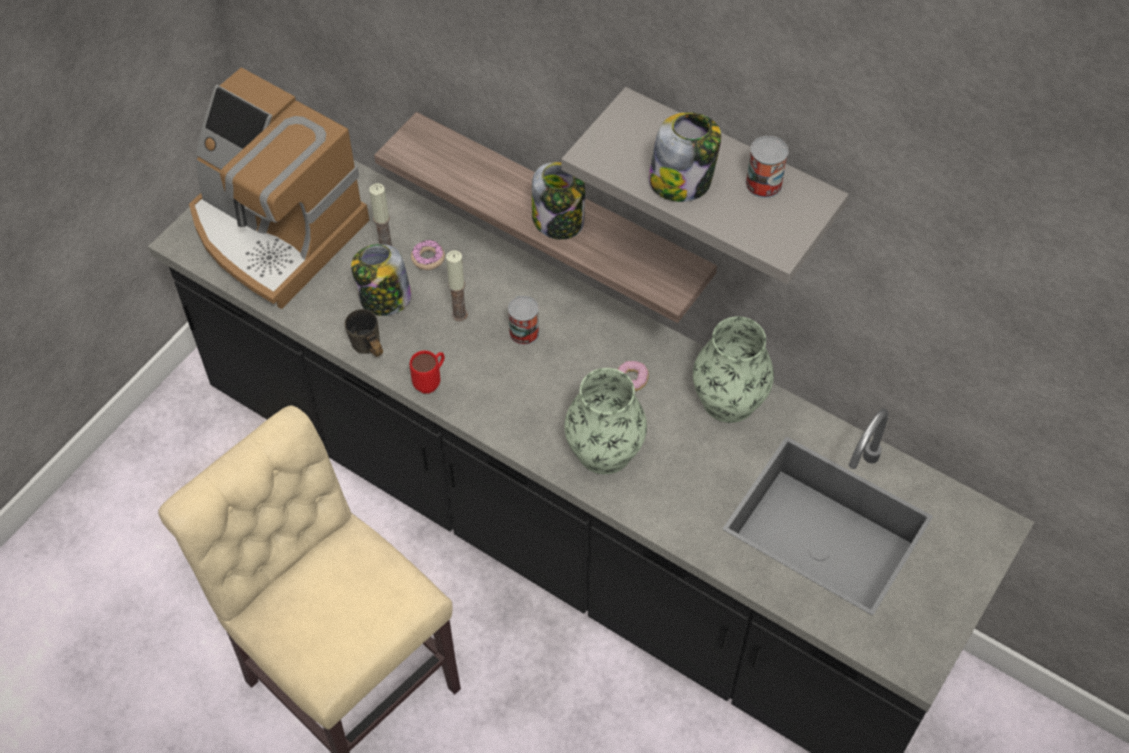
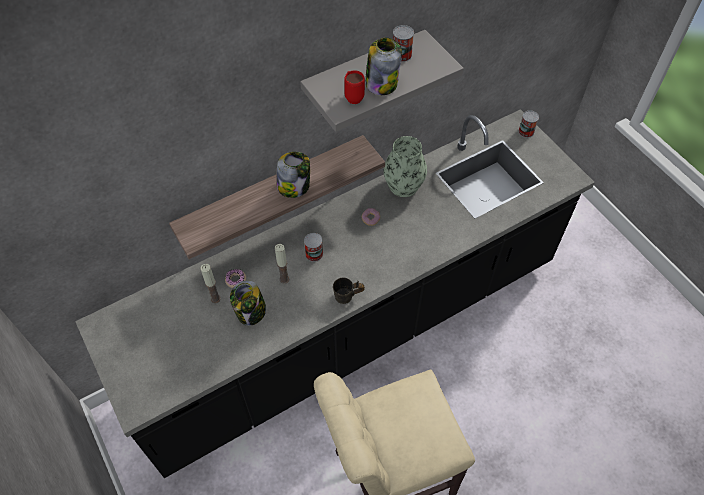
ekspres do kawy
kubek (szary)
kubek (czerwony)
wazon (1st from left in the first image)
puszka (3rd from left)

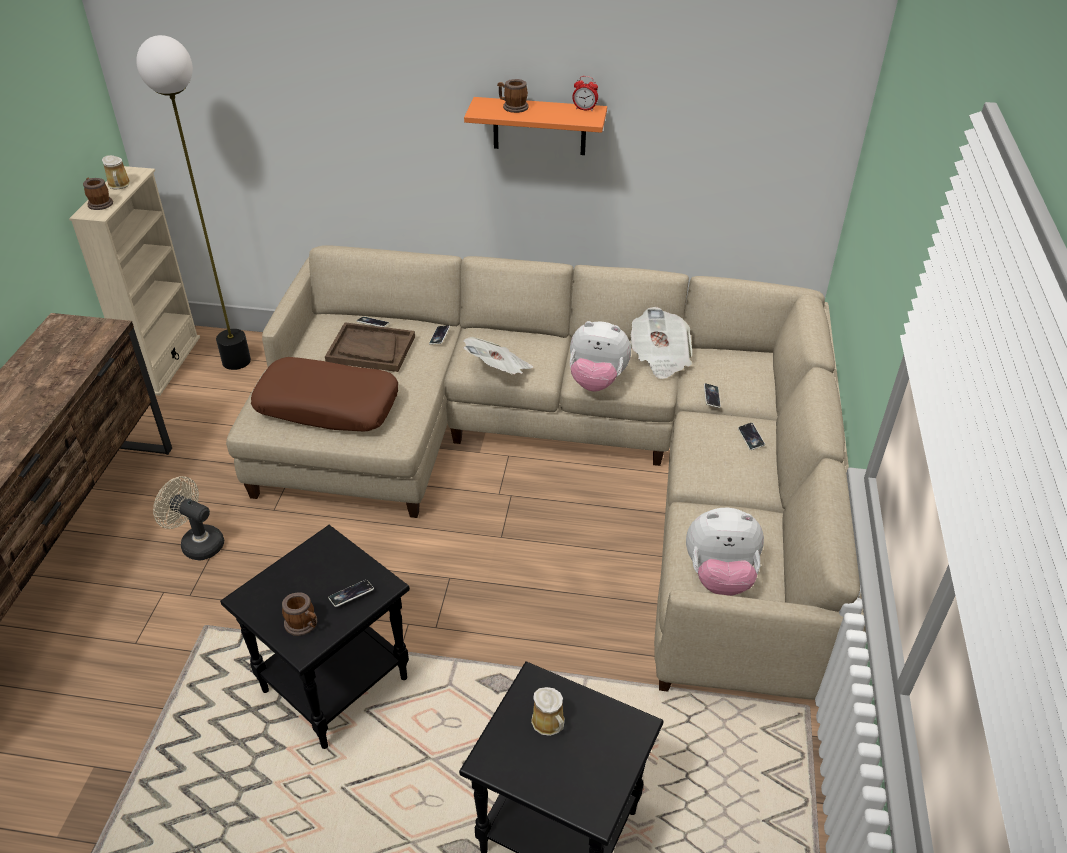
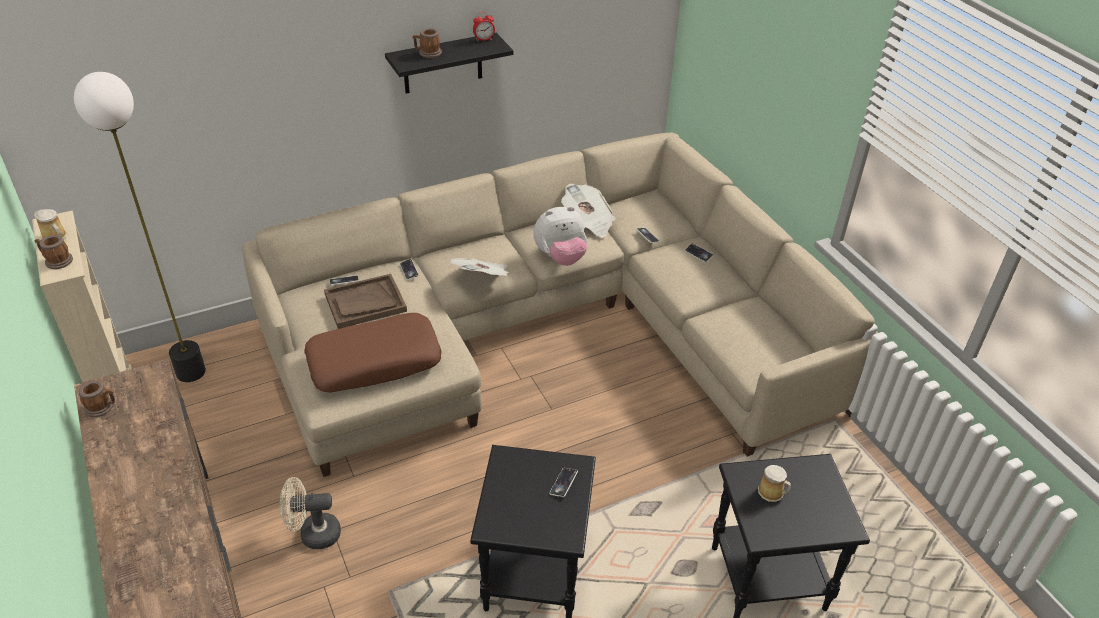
kubek (3rd from left)
półka (czarny)
pluszak (2nd from left in the first image)

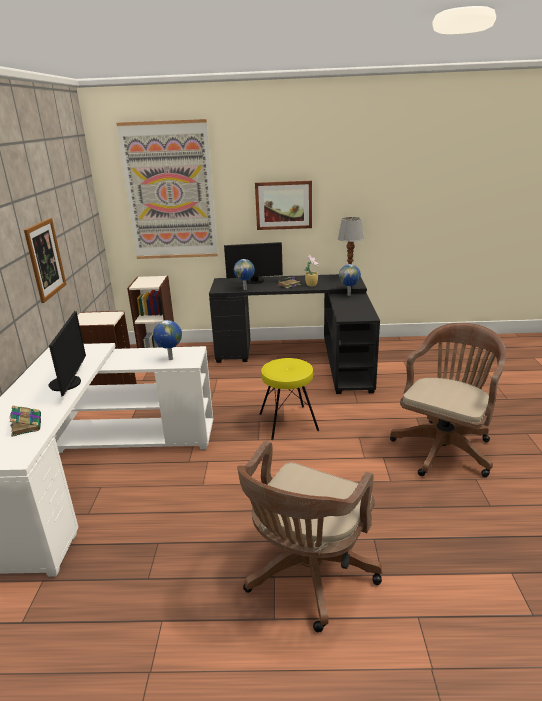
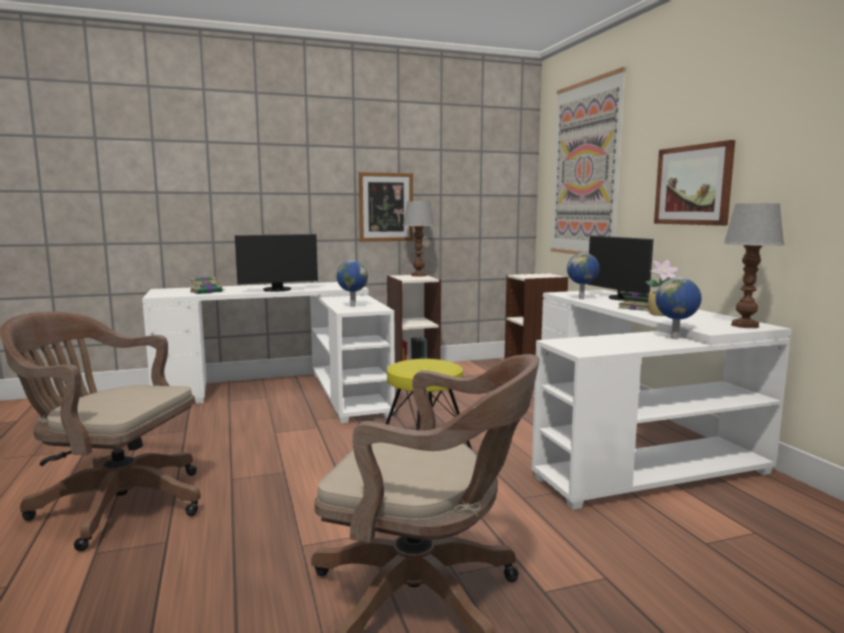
biurko (biały) (2nd from left)
lampa stołowa (1st from left)

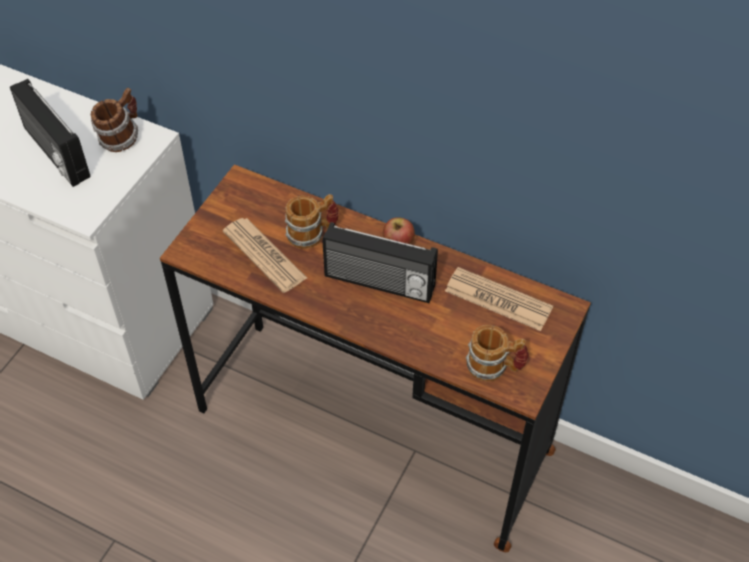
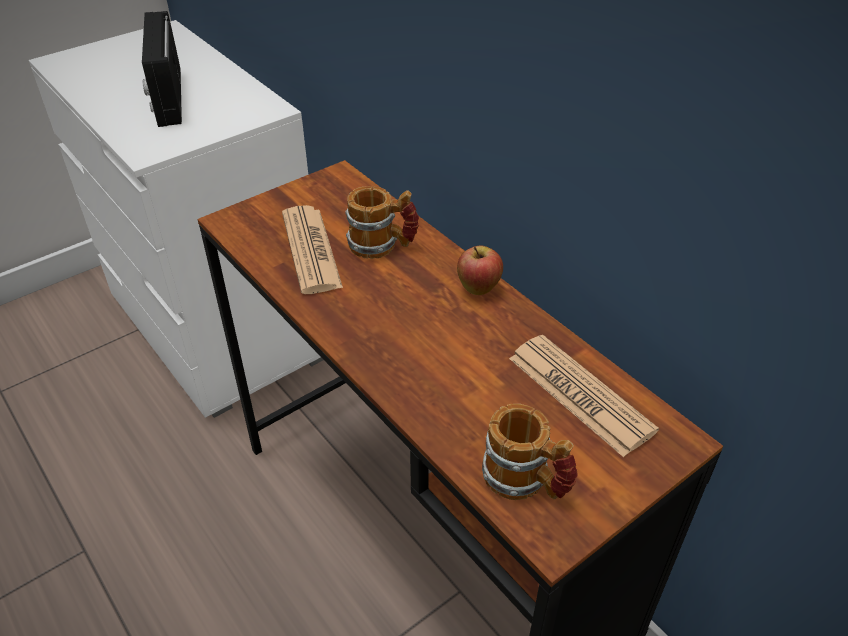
kubek (1st from left in the first image)
radio (2nd from left in the first image)

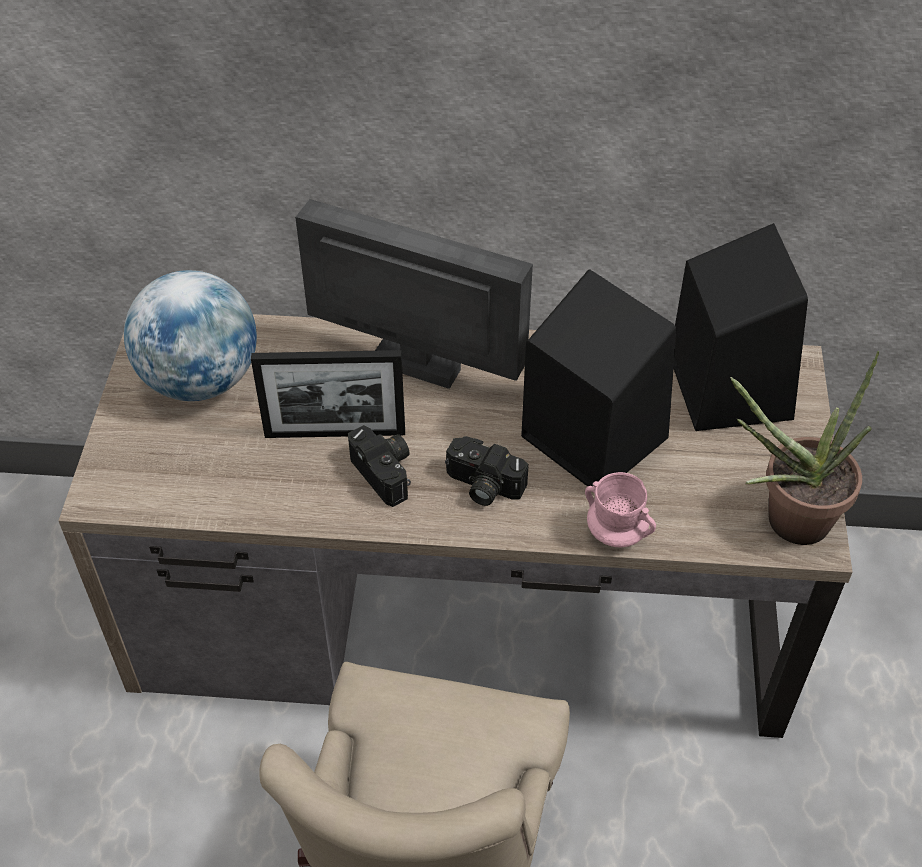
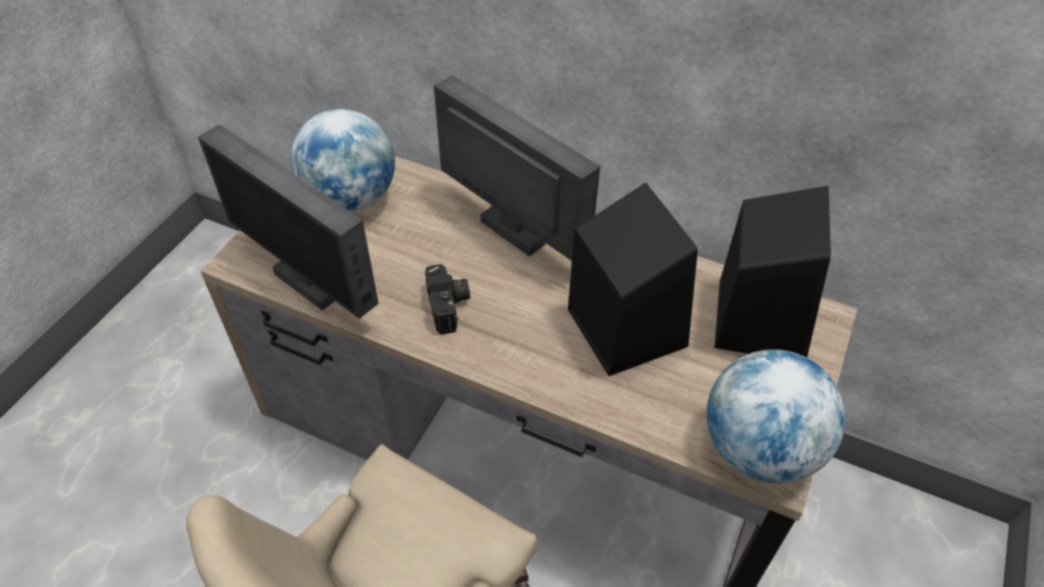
ramka na zdjęcie
aparat fotograficzny (2nd from left in the first image)
kubek (różowy)
globus (2nd from left)
monitor (1st from left)

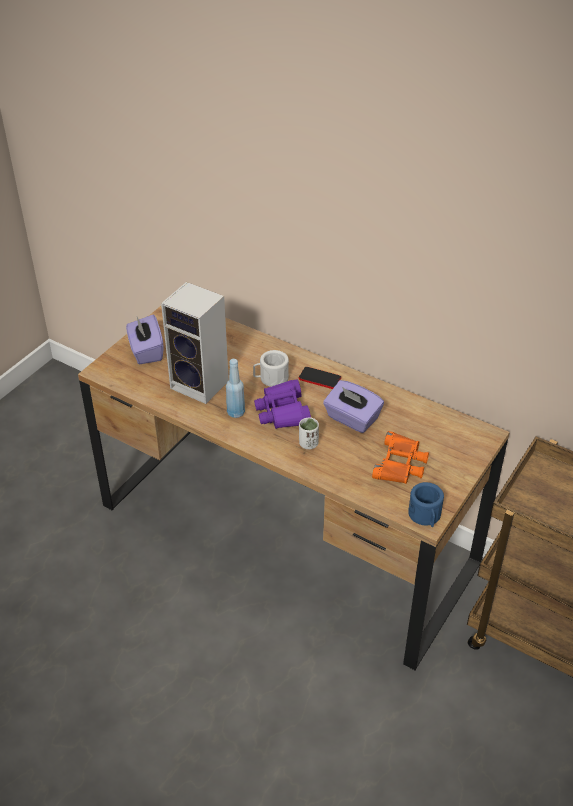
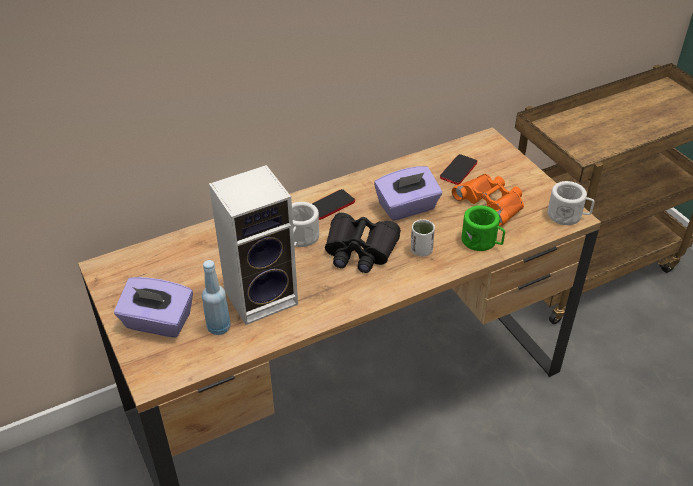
butelka (niebieski)
lornetka (czarny)
kubek (biały) (2nd from left)
telefon (2nd from left)
kubek (zielony)

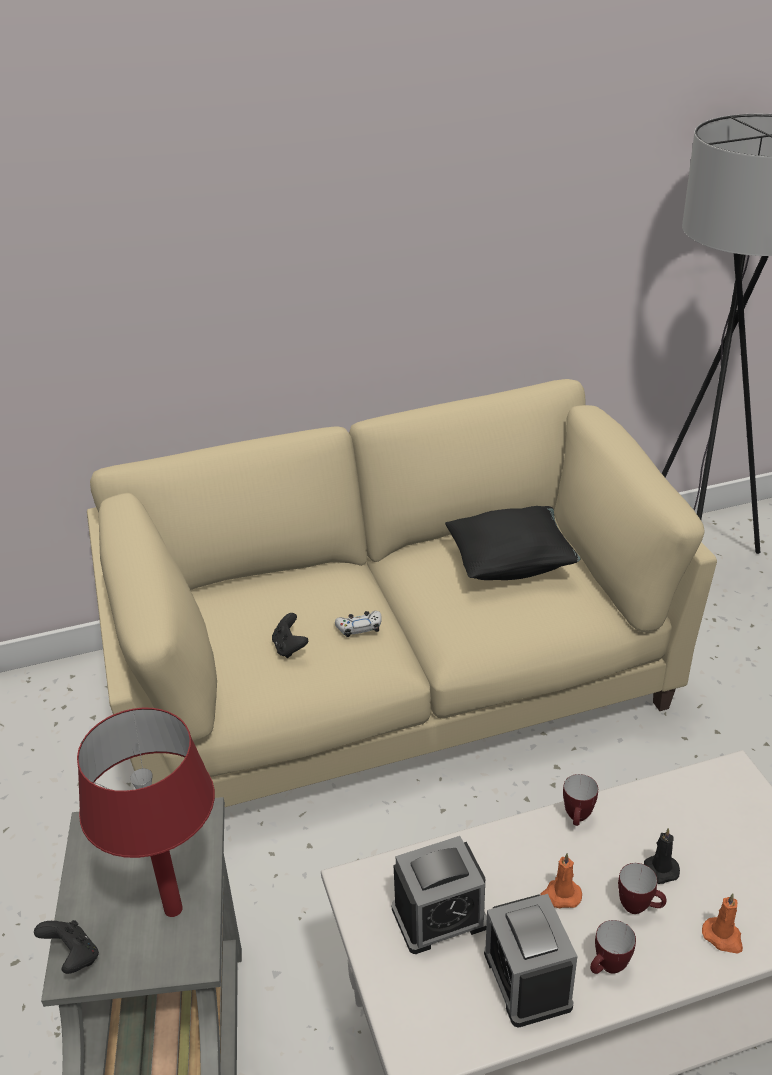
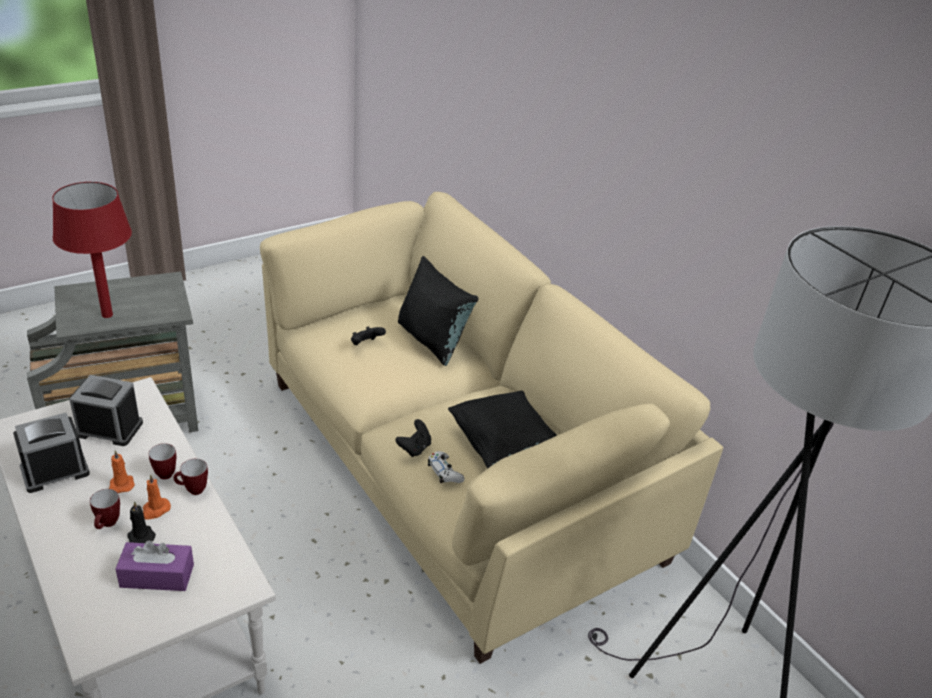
pad do gier (czarny) (2nd from left)
pad do gier (biały)
budzik (2nd from left)
kubek (2nd from left)
świeca (pomarańczowy) (2nd from left)
pudełko chusteczek (fioletowy)
poduszka (czarny) (1st from left)

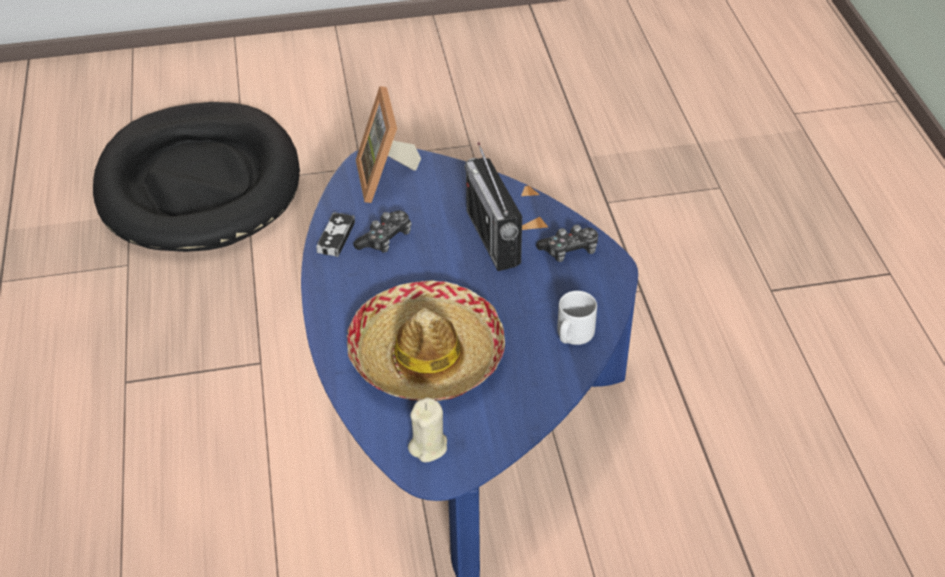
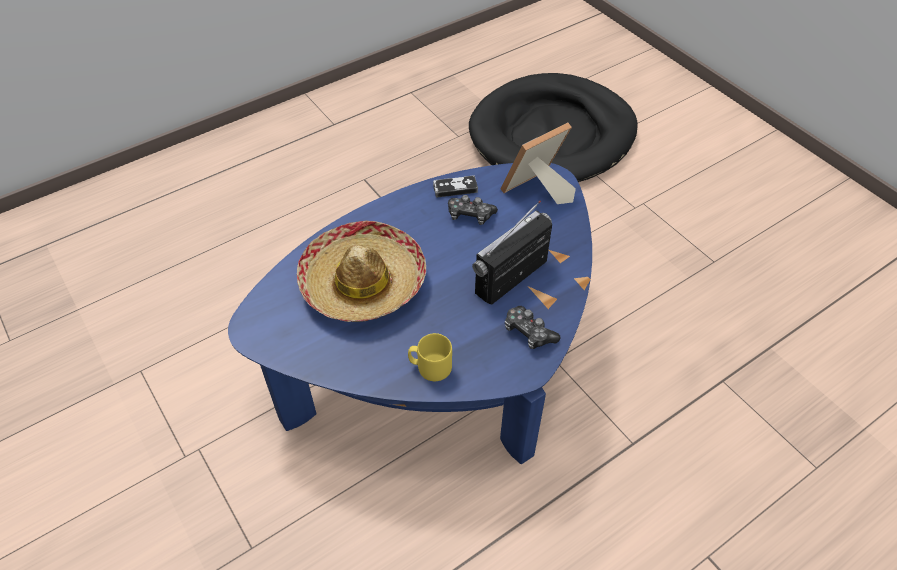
świeca (beżowy)
kubek (żółty)

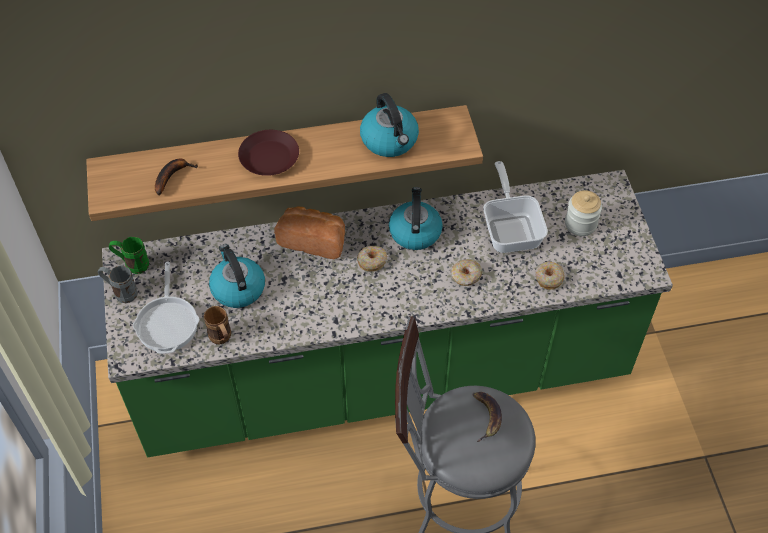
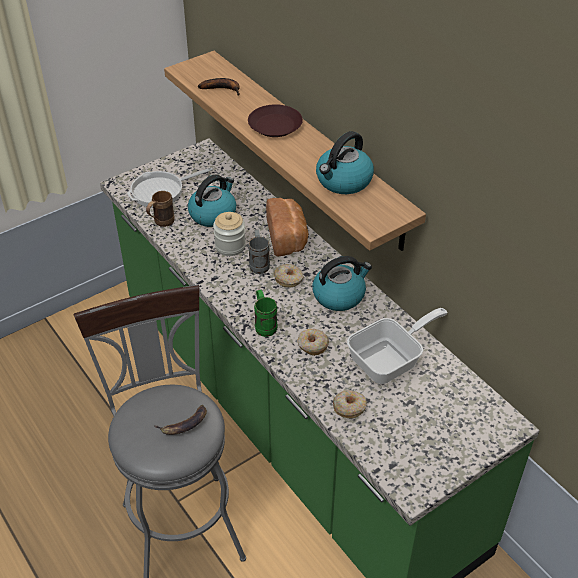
kubek (szary)
kubek (zielony)
słoik

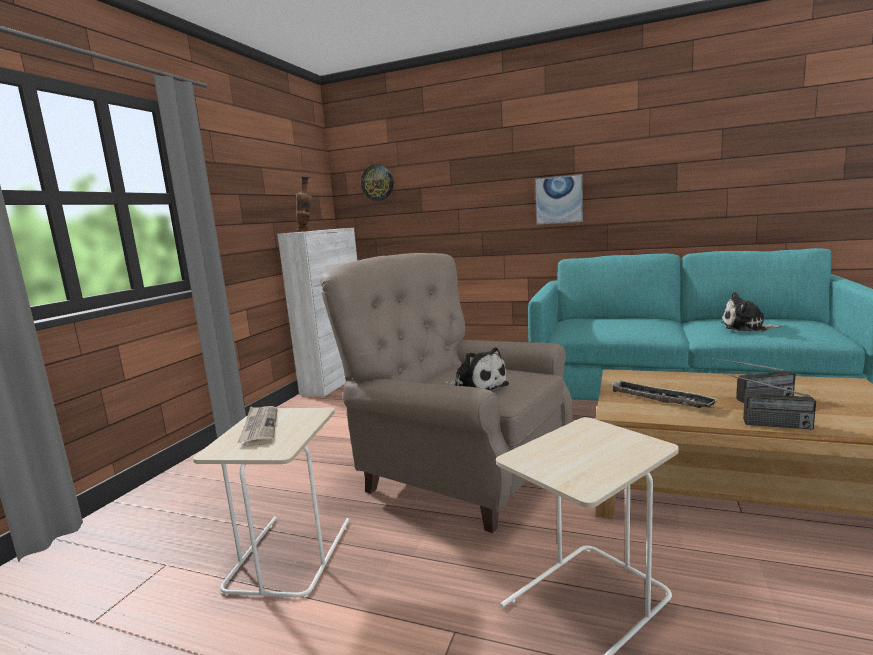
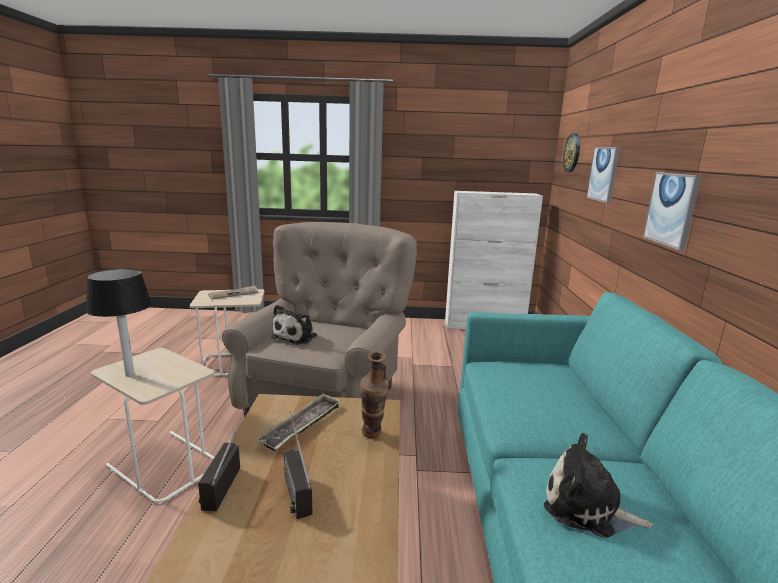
wazon
pluszak (2nd from left)
lampa stołowa
obraz (1st from left)

